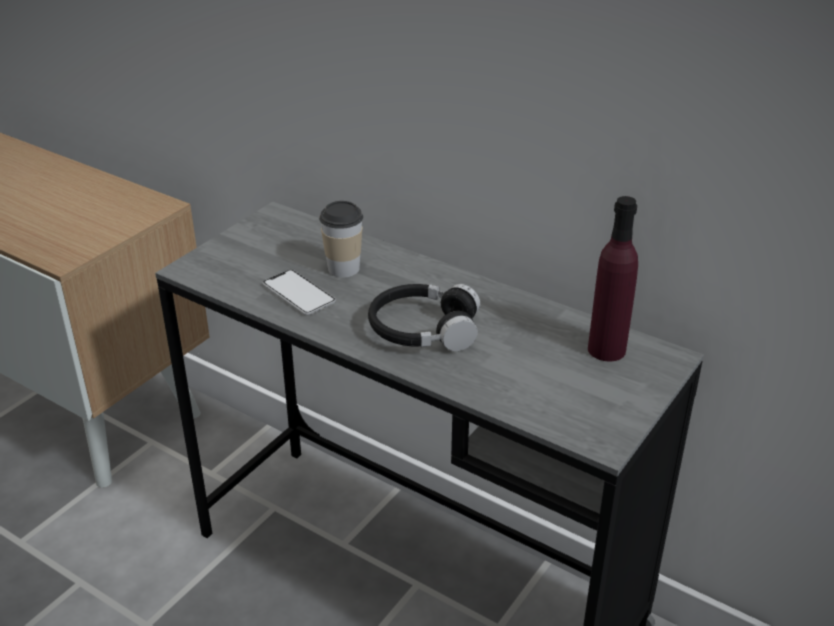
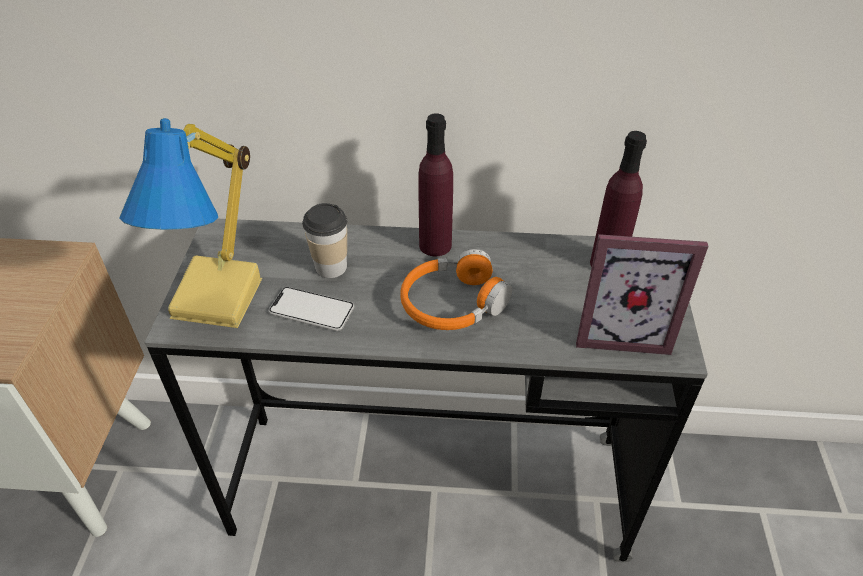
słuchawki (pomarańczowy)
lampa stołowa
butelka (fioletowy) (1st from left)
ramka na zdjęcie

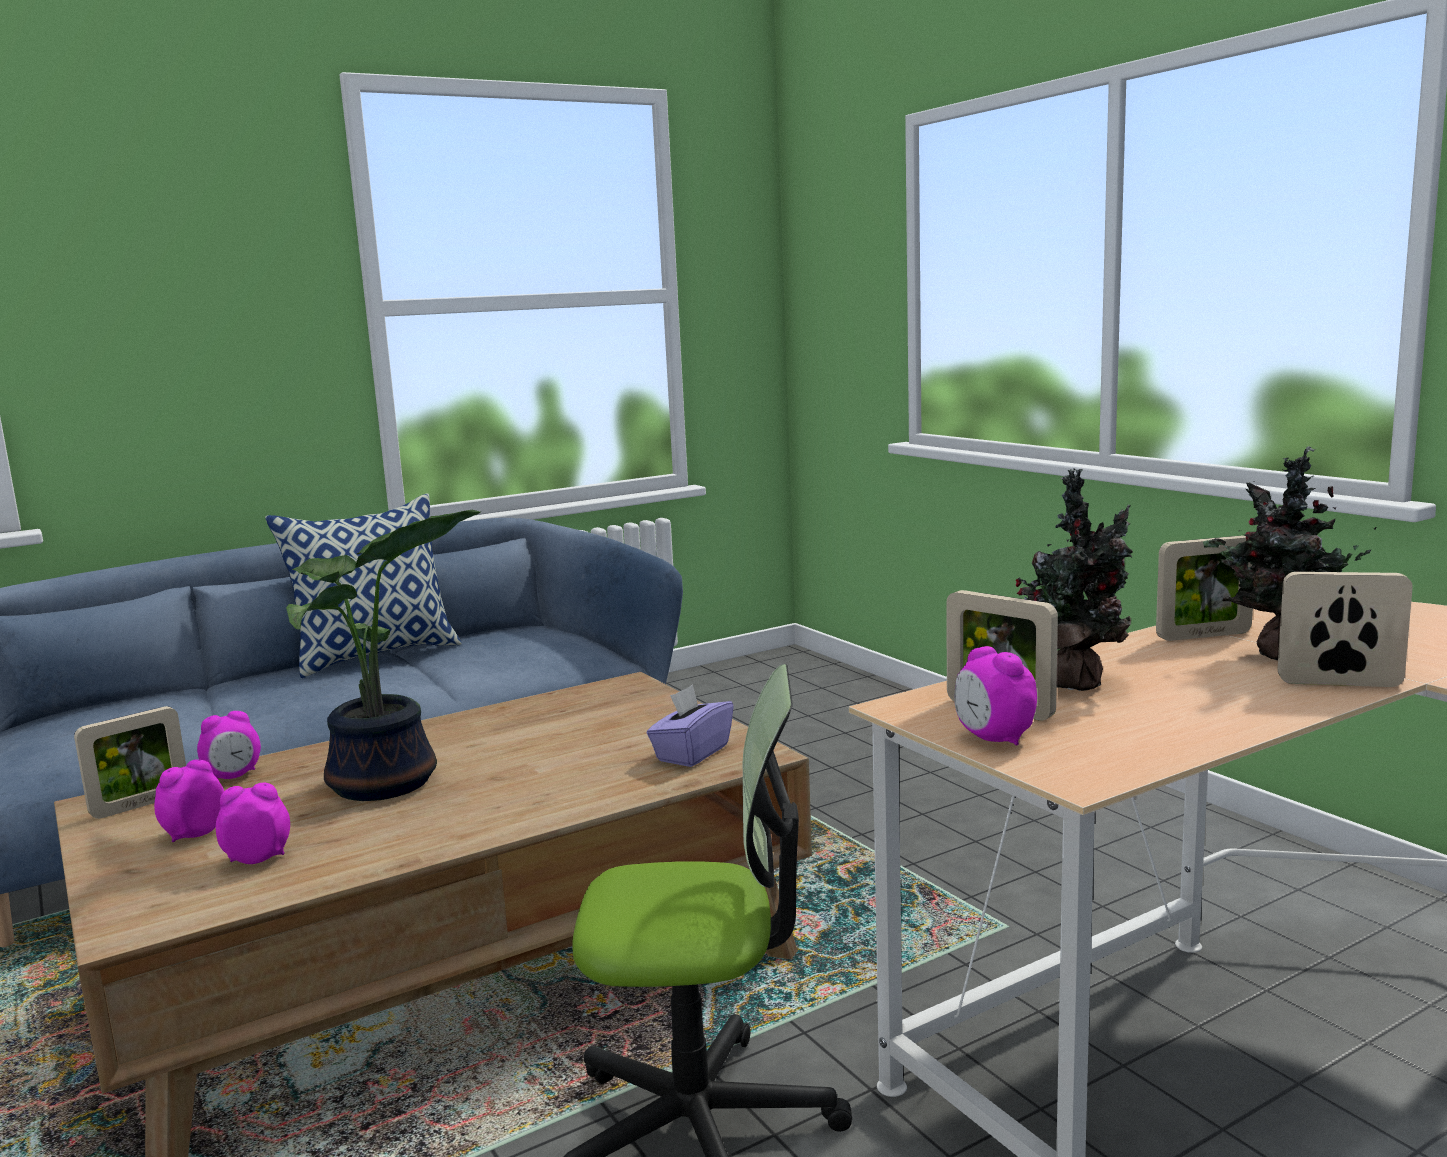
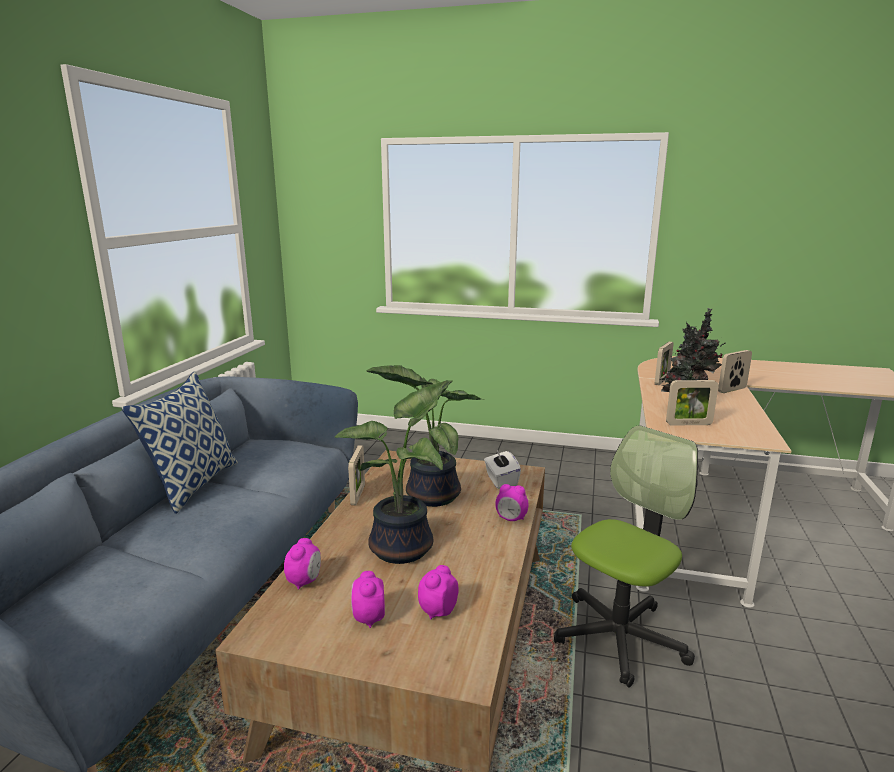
ramka na zdjęcie (1st from left)
pudełko chusteczek (biały)
budzik (4th from left)
roślina doniczkowa (2nd from left)

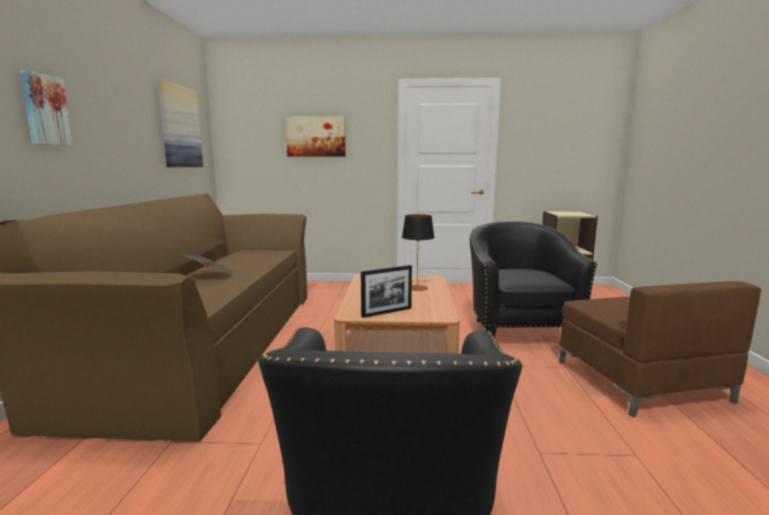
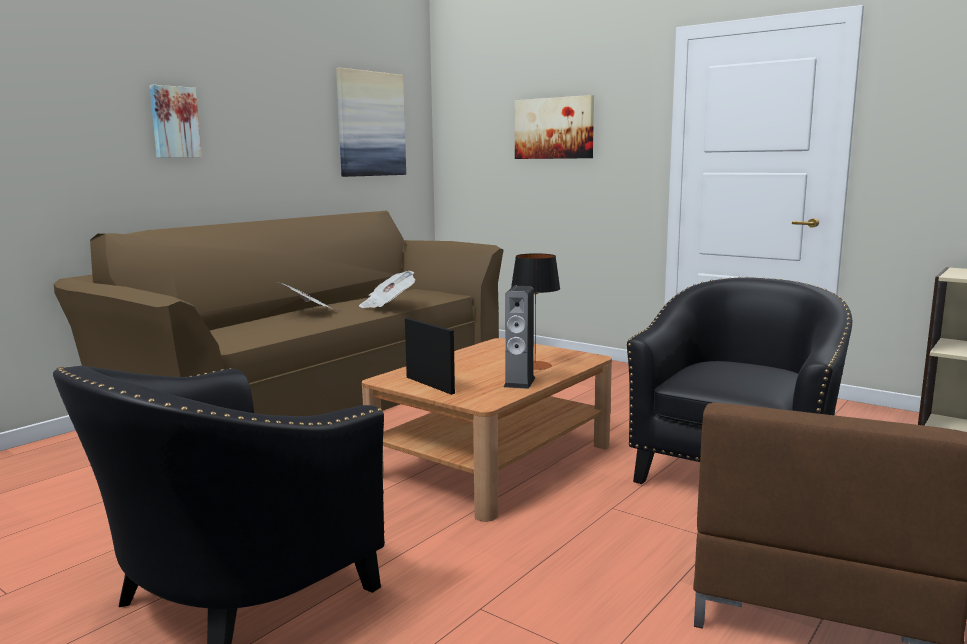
ramka na zdjęcie
gazeta (2nd from left)
głośnik

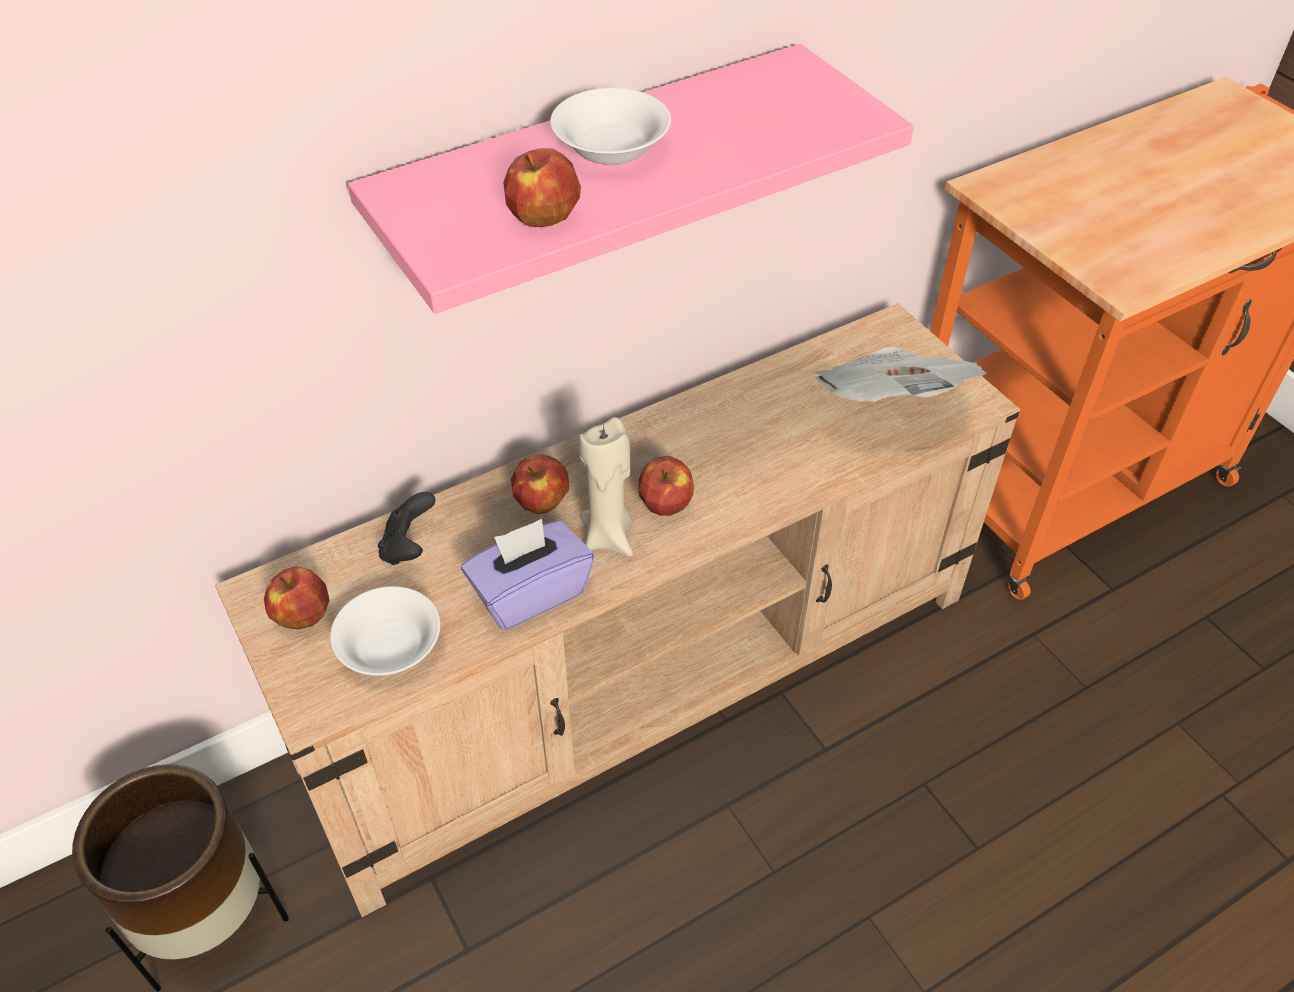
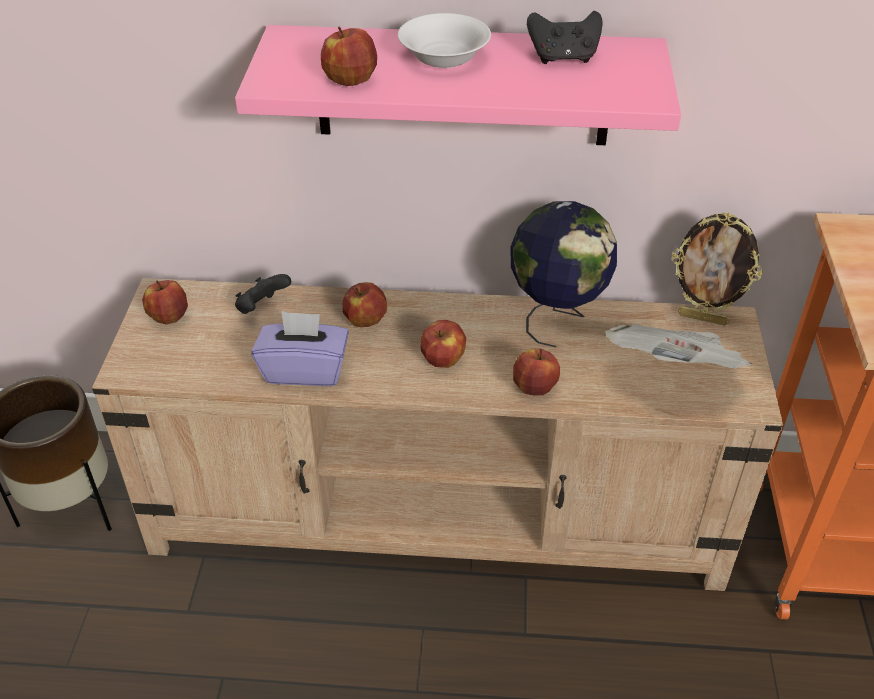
miska (biały) (1st from left in the first image)
świeca (beżowy)
globus
jabłko (5th from left)
pad do gier (czarny) (2nd from left)
ramka na zdjęcie

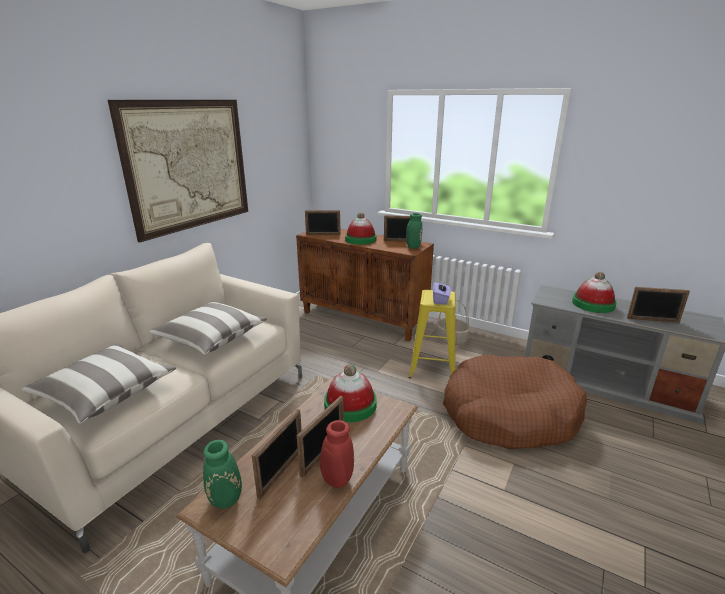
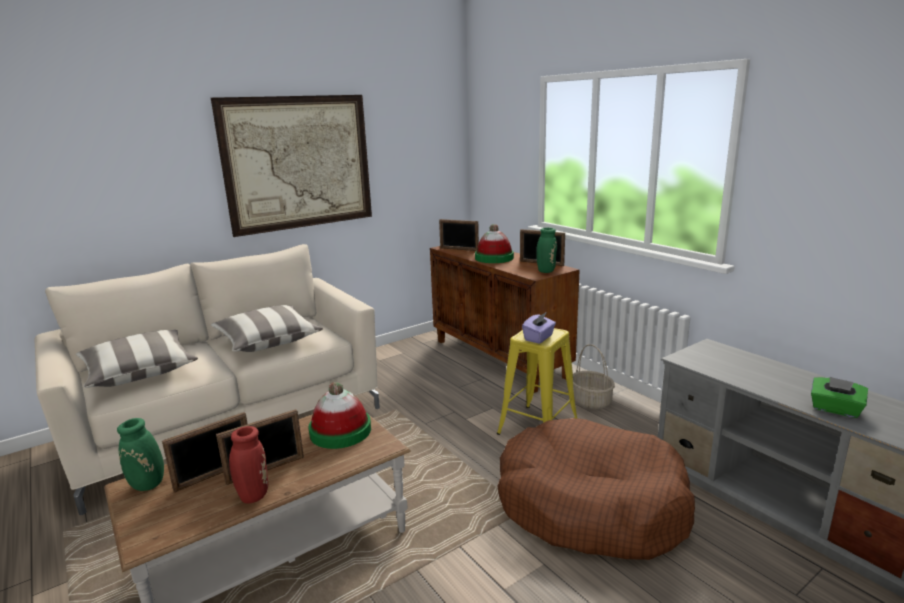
kapelusz (3rd from left in the first image)
pudełko chusteczek (zielony)

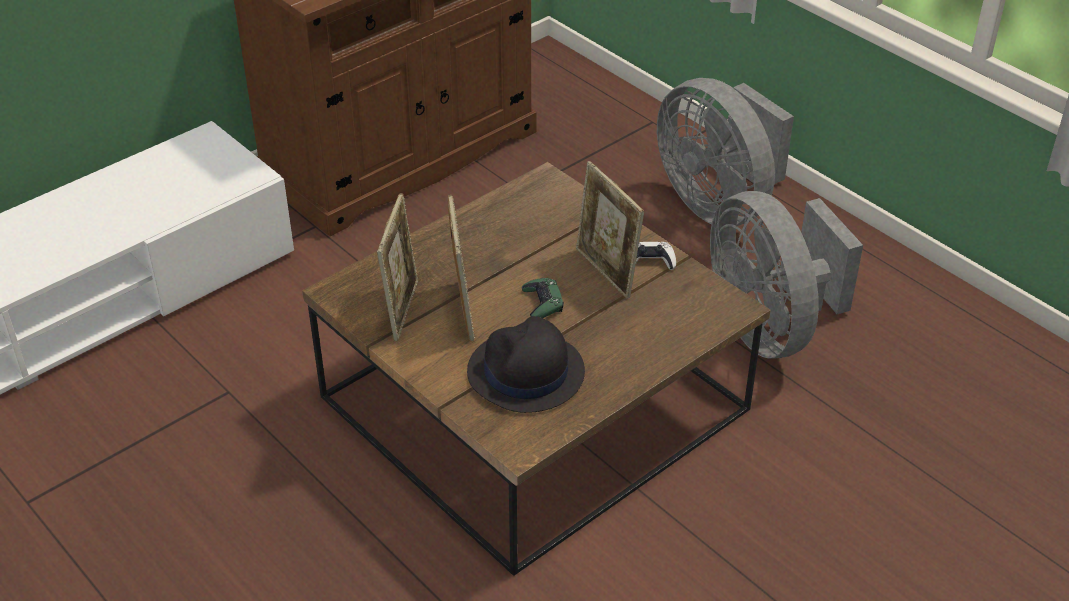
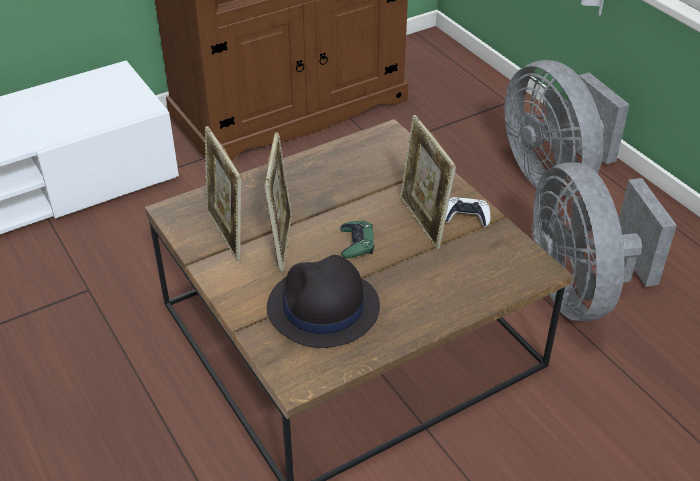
ramka na zdjęcie (1st from left)

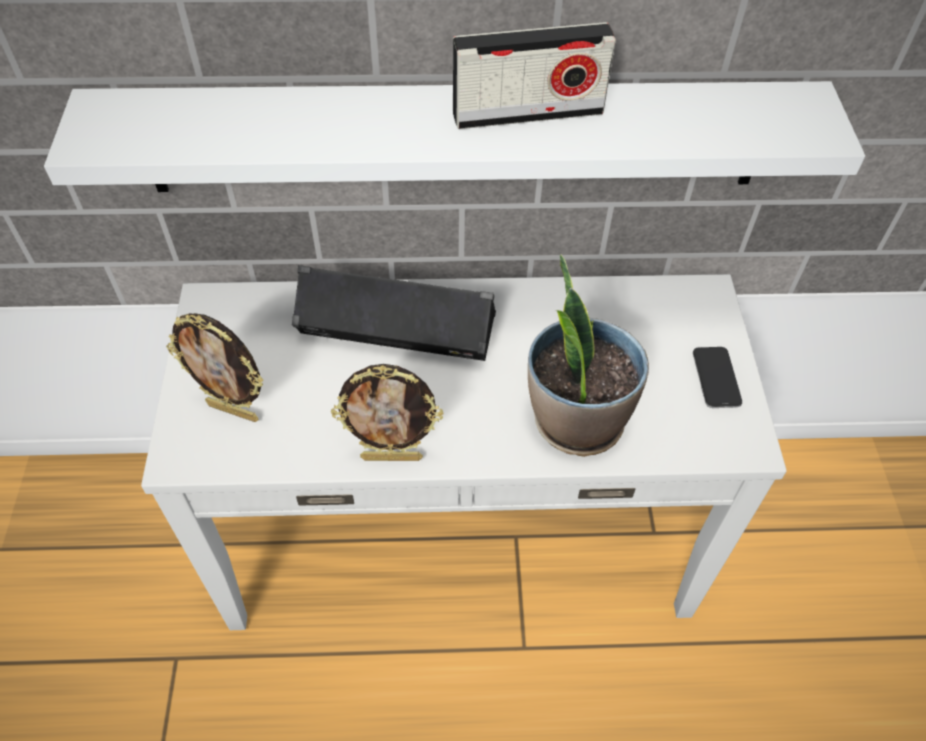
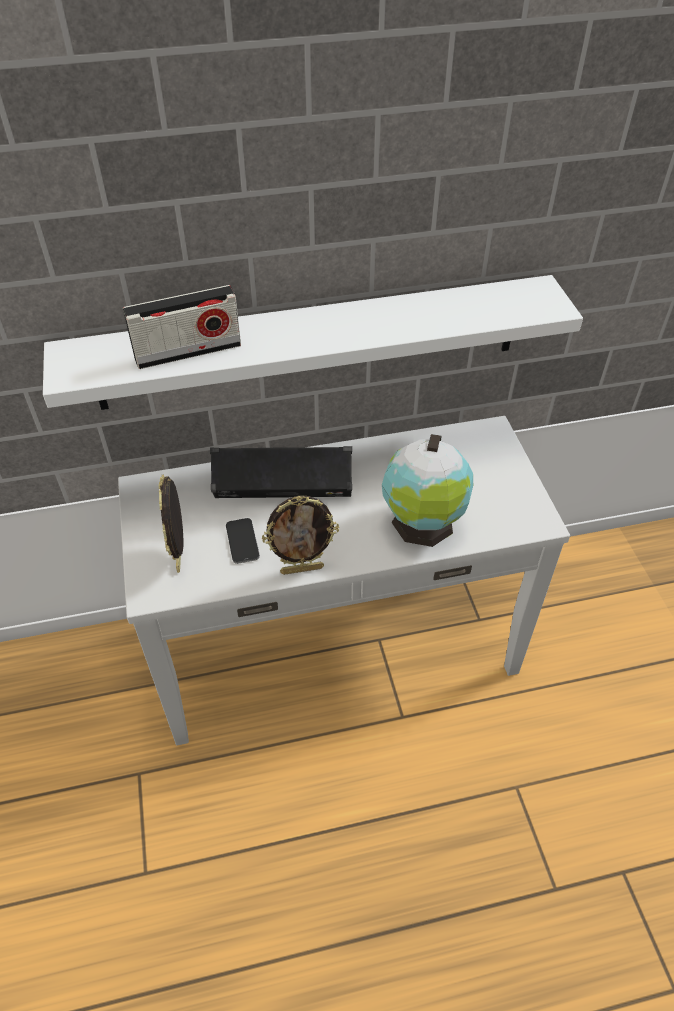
ramka na zdjęcie (1st from left)
radio
globus
telefon

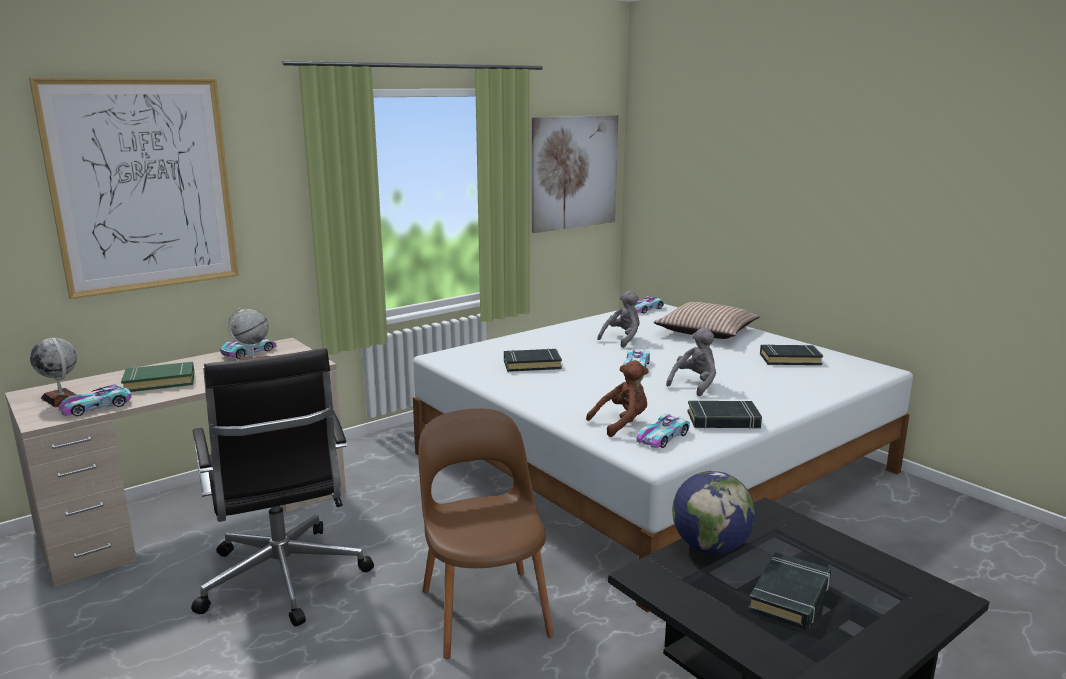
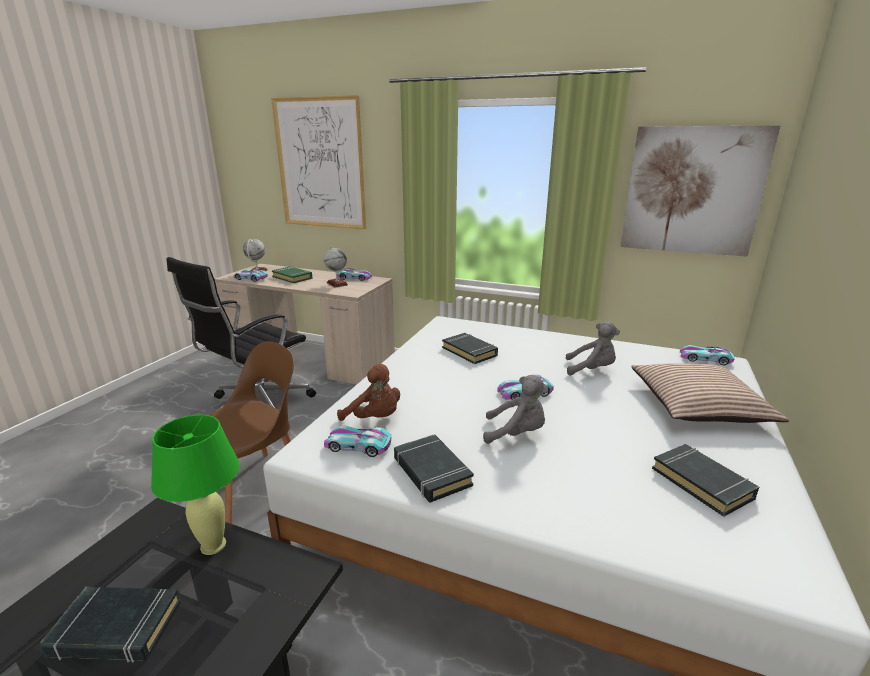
lampa stołowa (zielony)

